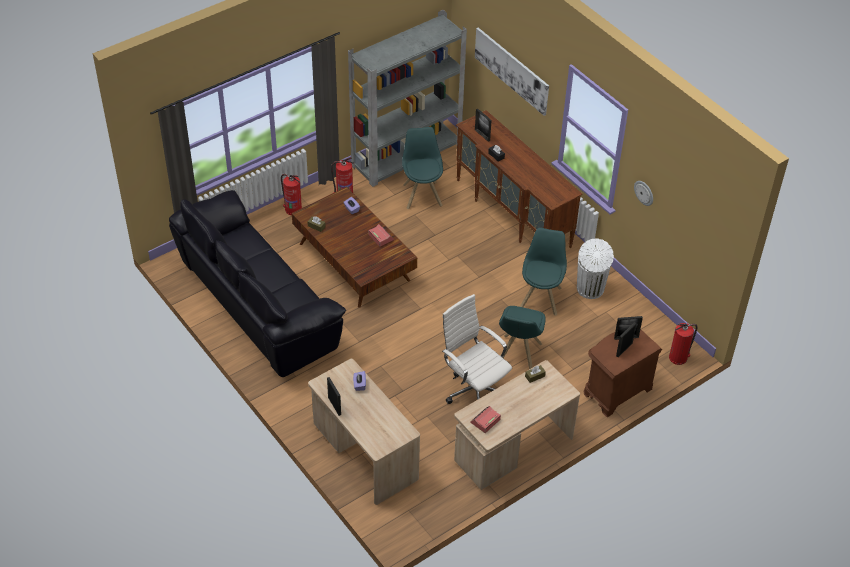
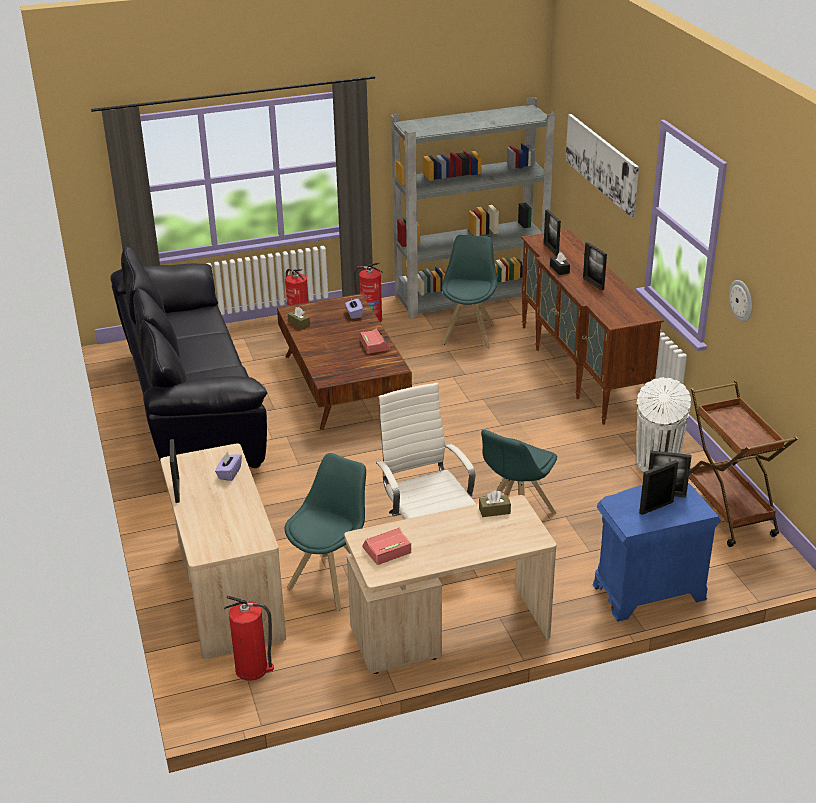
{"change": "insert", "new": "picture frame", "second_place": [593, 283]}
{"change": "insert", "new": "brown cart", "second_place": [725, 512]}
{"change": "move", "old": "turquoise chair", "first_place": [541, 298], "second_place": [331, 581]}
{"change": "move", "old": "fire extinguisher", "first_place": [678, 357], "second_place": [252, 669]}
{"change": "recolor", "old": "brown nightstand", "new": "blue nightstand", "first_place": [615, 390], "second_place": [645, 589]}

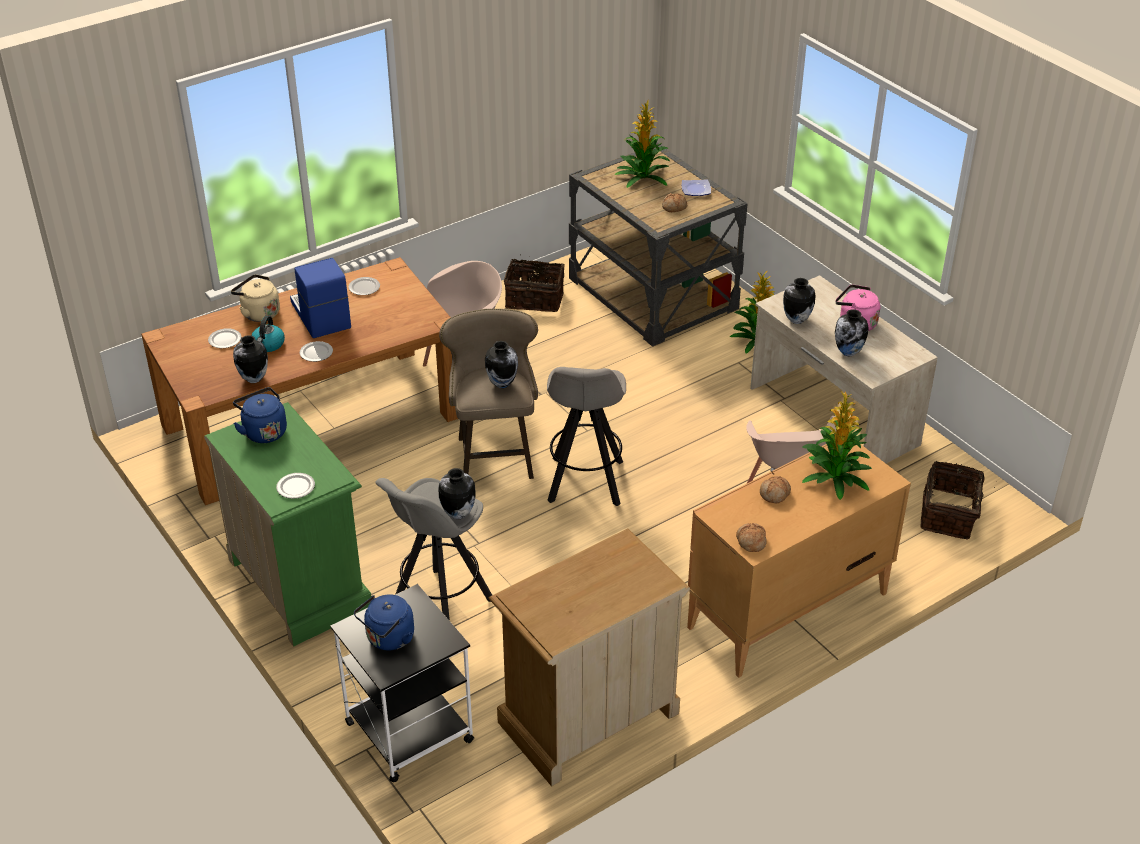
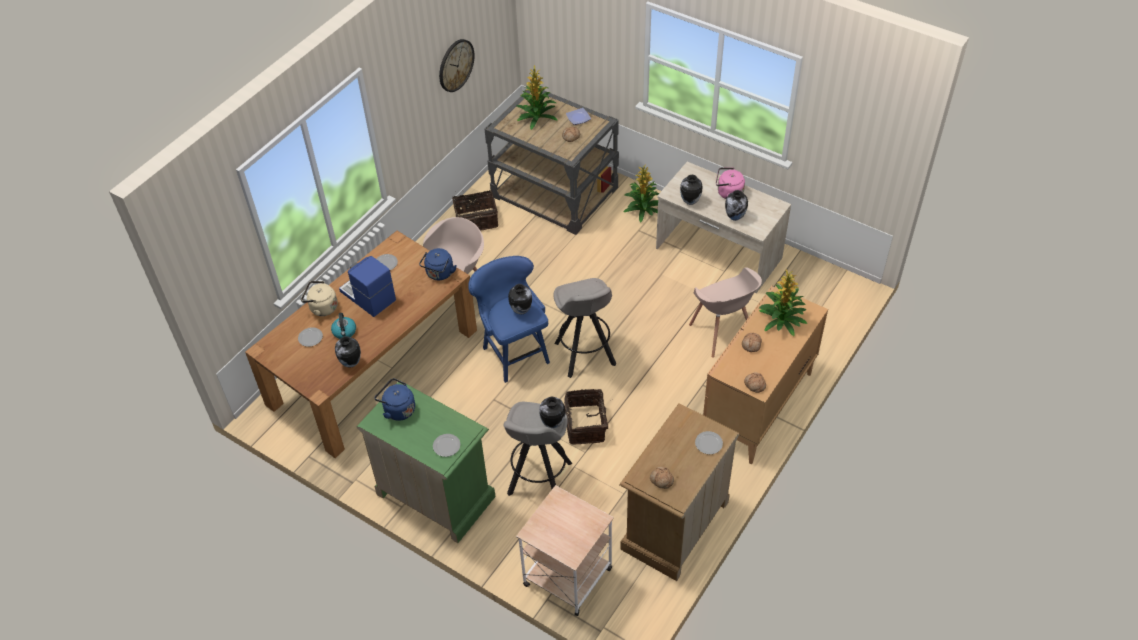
{"change": "insert", "new": "wall clock", "second_place": [455, 65]}
{"change": "insert", "new": "bread", "second_place": [661, 480]}
{"change": "move", "old": "plate", "first_place": [315, 352], "second_place": [708, 443]}
{"change": "move", "old": "blue kettle", "first_place": [388, 639], "second_place": [439, 274]}
{"change": "move", "old": "basket", "first_place": [949, 515], "second_place": [586, 425]}
{"change": "recolor", "old": "black cart", "new": "beige cart", "first_place": [408, 729], "second_place": [566, 575]}
{"change": "recolor", "old": "beige stool", "new": "blue stool", "first_place": [495, 454], "second_place": [514, 353]}

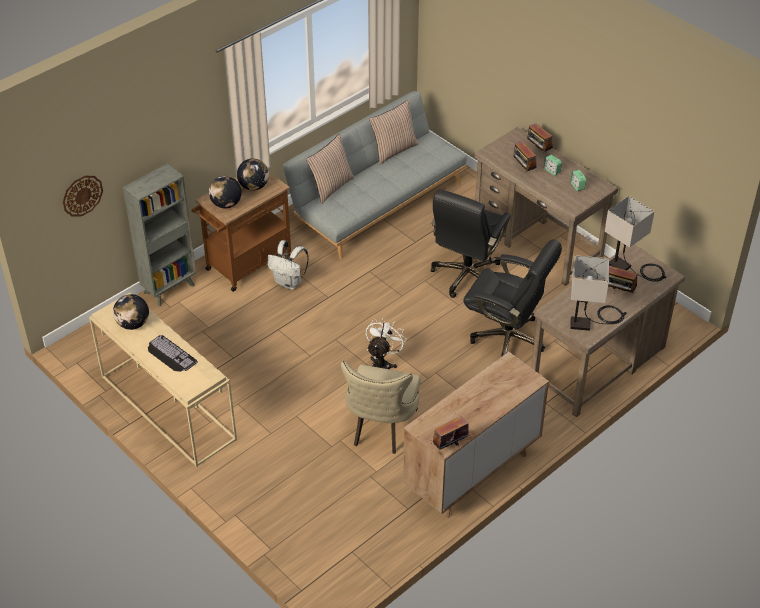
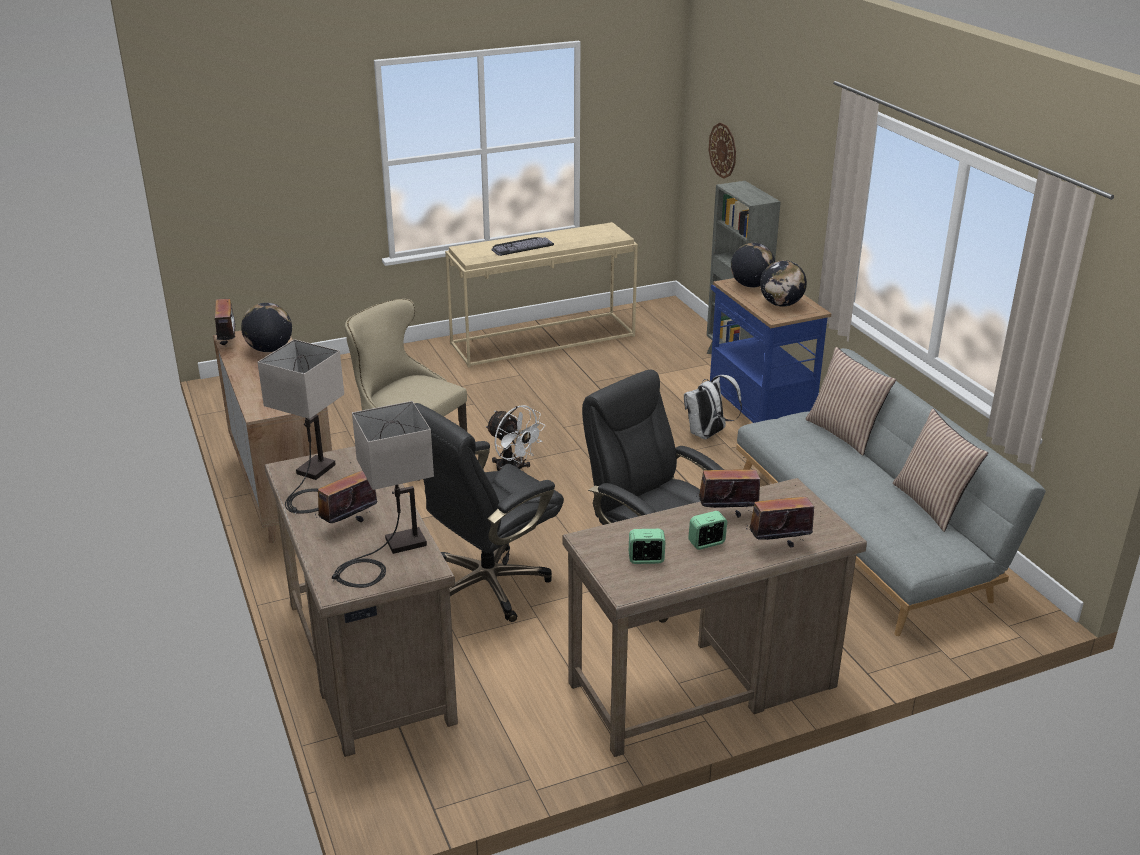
{"change": "move", "old": "globe", "first_place": [133, 324], "second_place": [269, 349]}
{"change": "recolor", "old": "brown cart", "new": "blue cart", "first_place": [246, 265], "second_place": [757, 411]}

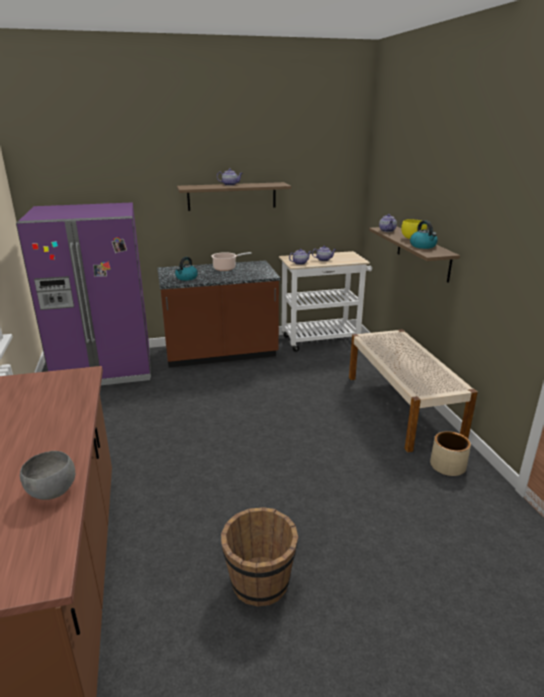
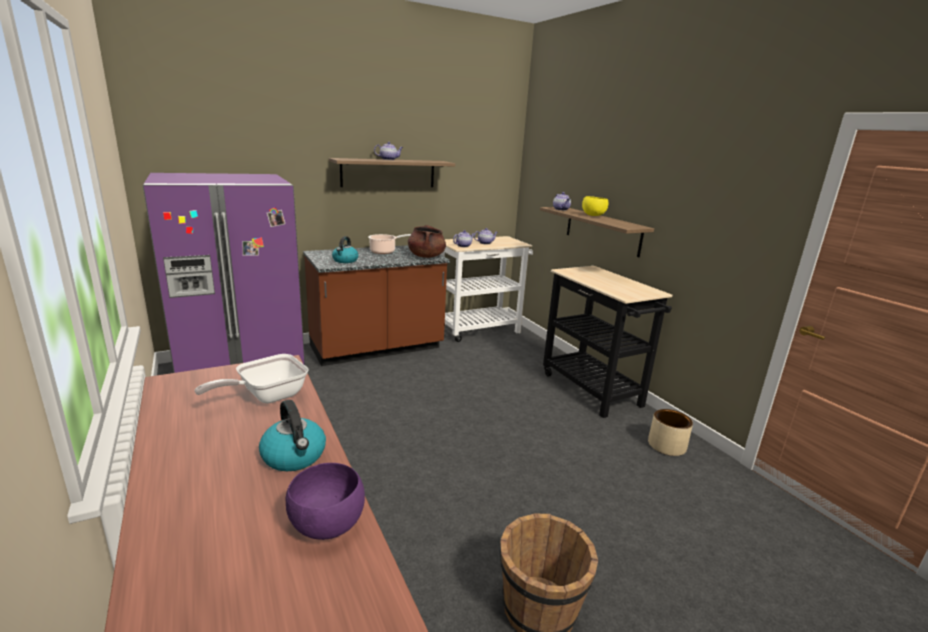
{"change": "insert", "new": "frying pan", "second_place": [266, 397]}
{"change": "insert", "new": "brown cooking pot", "second_place": [426, 256]}
{"change": "move", "old": "kettle", "first_place": [423, 246], "second_place": [294, 456]}
{"change": "replace", "old": "beige bench", "new": "black cart", "first_place": [402, 407], "second_place": [592, 390]}
{"change": "recolor", "old": "grey bowl", "new": "purple bowl", "first_place": [51, 492], "second_place": [326, 527]}

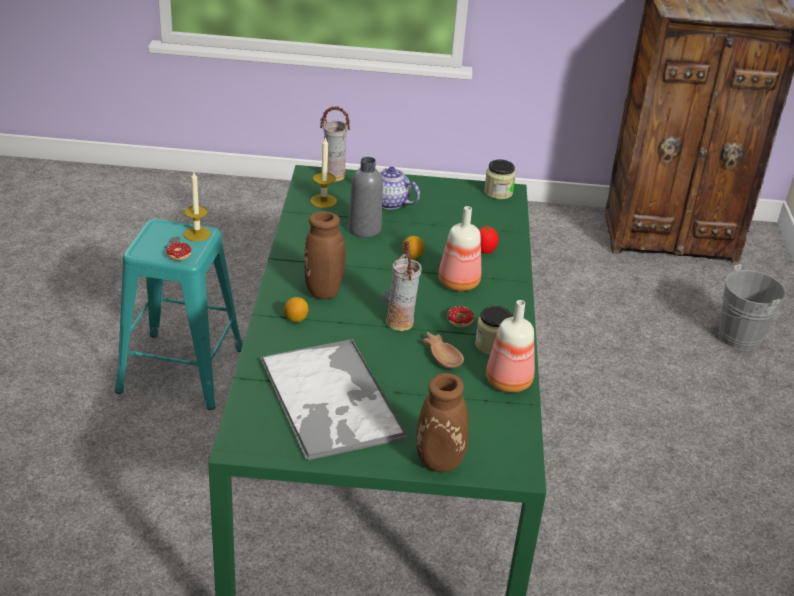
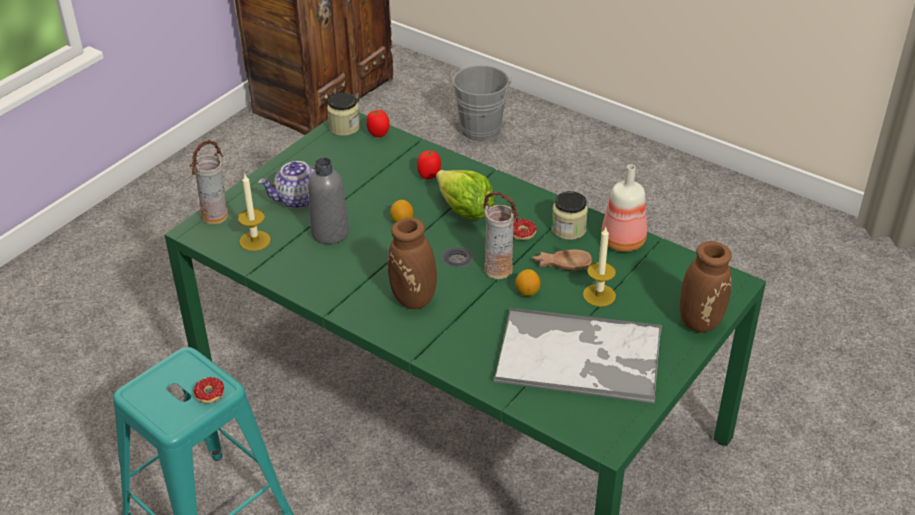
{"change": "insert", "new": "tomato", "second_place": [378, 134]}
{"change": "move", "old": "candle", "first_place": [197, 234], "second_place": [599, 295]}
{"change": "move", "old": "lemon", "first_place": [296, 319], "second_place": [527, 292]}
{"change": "replace", "old": "bottle", "new": "lettuce", "first_place": [457, 283], "second_place": [465, 211]}

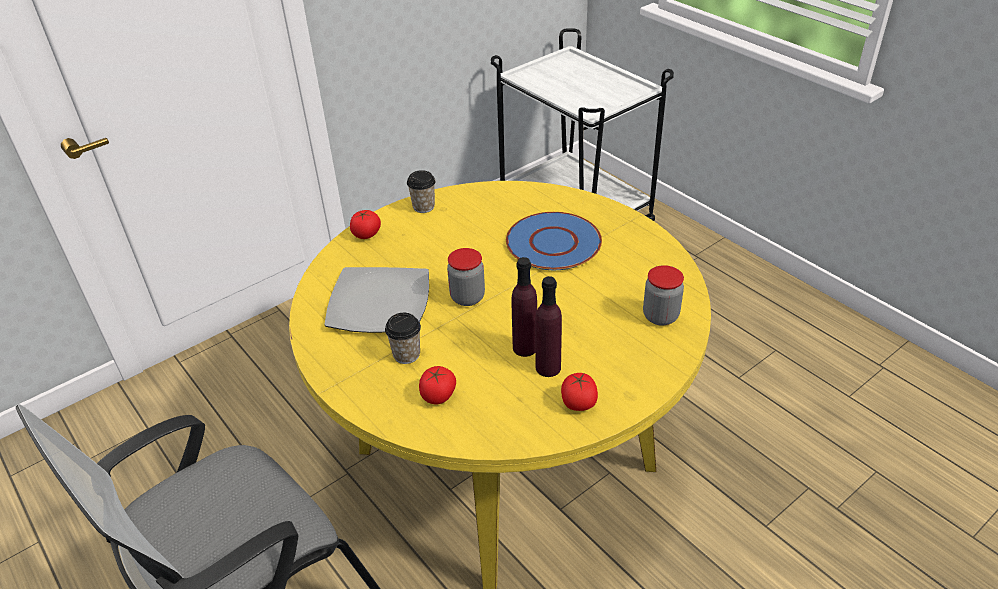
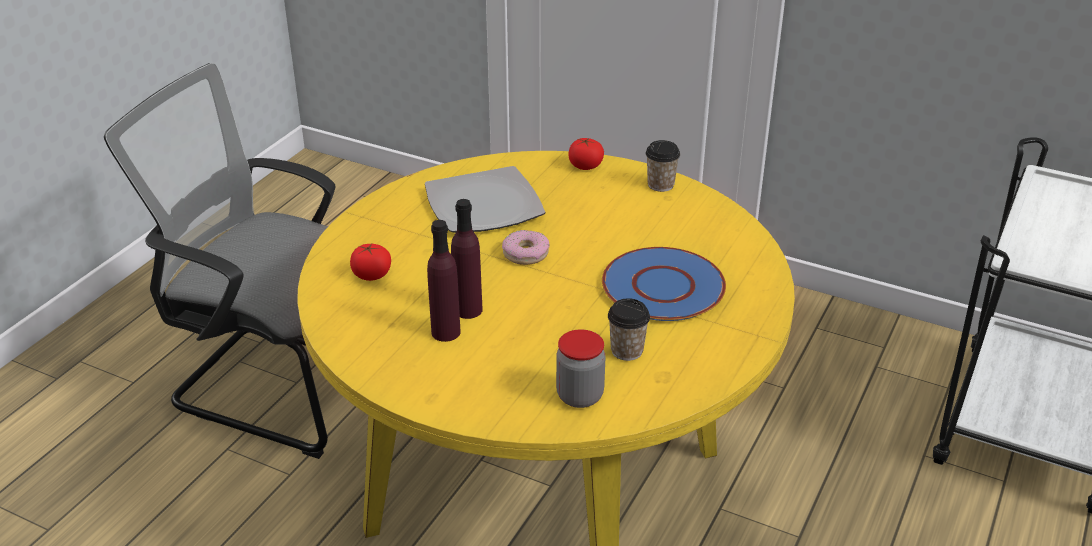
{"change": "delete", "old": "tomato", "first_place": [578, 403]}
{"change": "move", "old": "cup", "first_place": [406, 354], "second_place": [627, 350]}
{"change": "replace", "old": "jar", "new": "donut", "first_place": [467, 297], "second_place": [526, 253]}

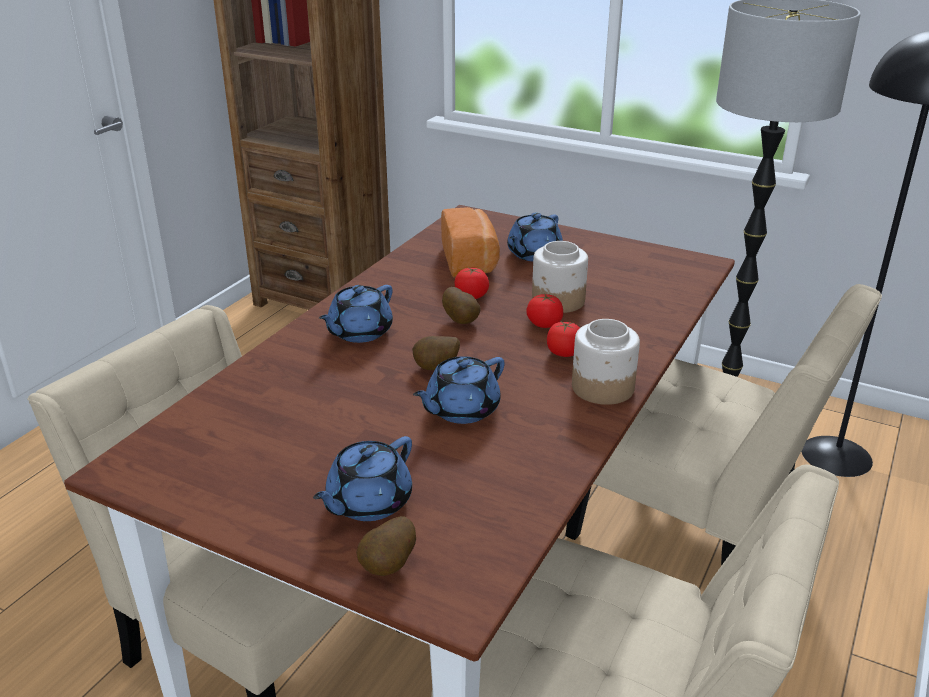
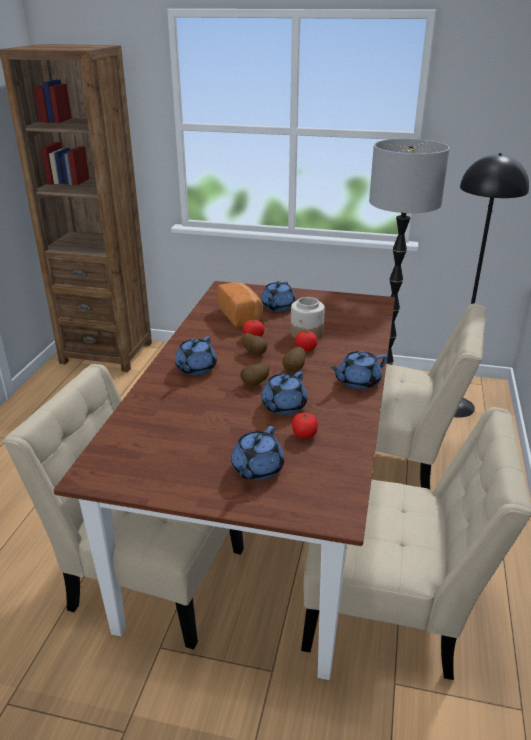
{"change": "move", "old": "potato", "first_place": [389, 566], "second_place": [294, 369]}
{"change": "move", "old": "tomato", "first_place": [563, 353], "second_place": [304, 435]}
{"change": "replace", "old": "jar", "new": "blue teapot", "first_place": [602, 388], "second_place": [358, 382]}

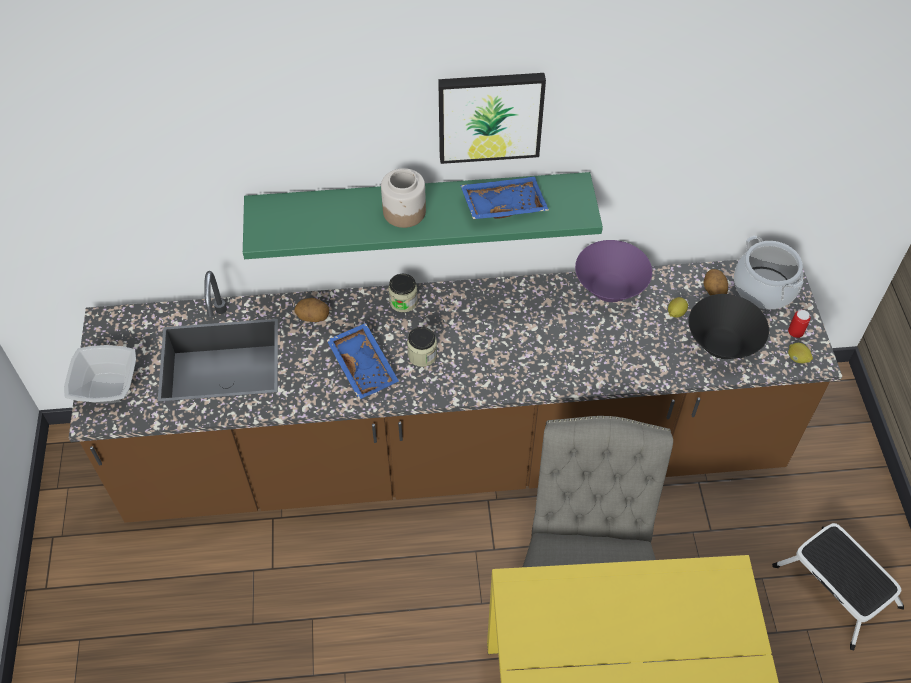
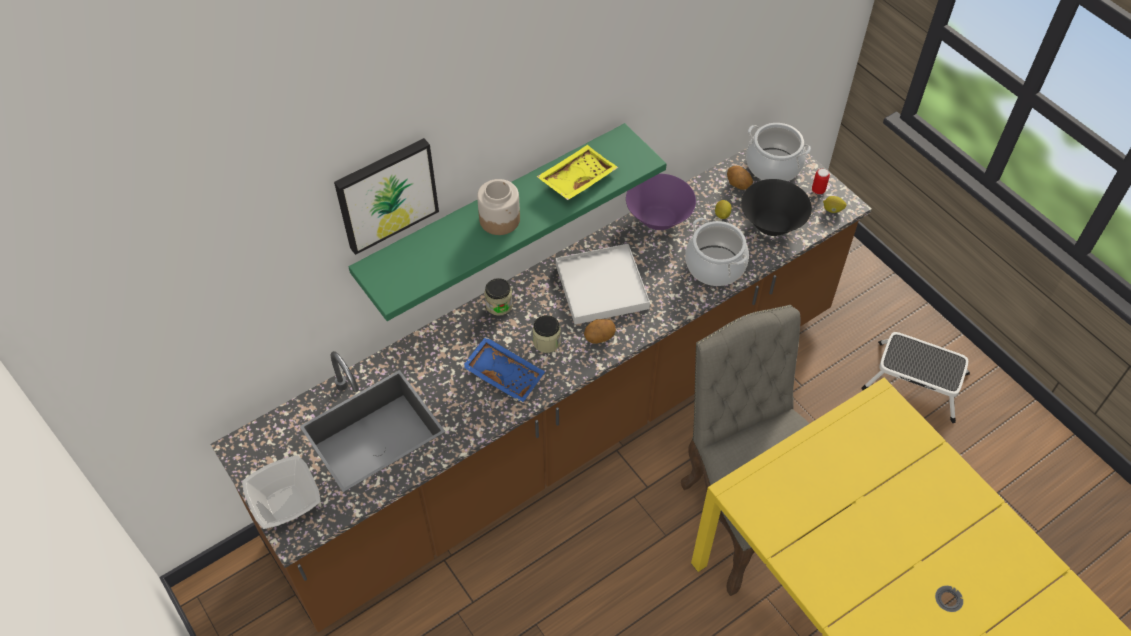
{"change": "insert", "new": "white tray", "second_place": [602, 286]}
{"change": "insert", "new": "cooking pot", "second_place": [715, 265]}
{"change": "move", "old": "potato", "first_place": [313, 317], "second_place": [599, 337]}
{"change": "move", "old": "picture", "first_place": [490, 115], "second_place": [386, 194]}
{"change": "recolor", "old": "blue tray", "new": "yellow tray", "first_place": [503, 204], "second_place": [576, 179]}

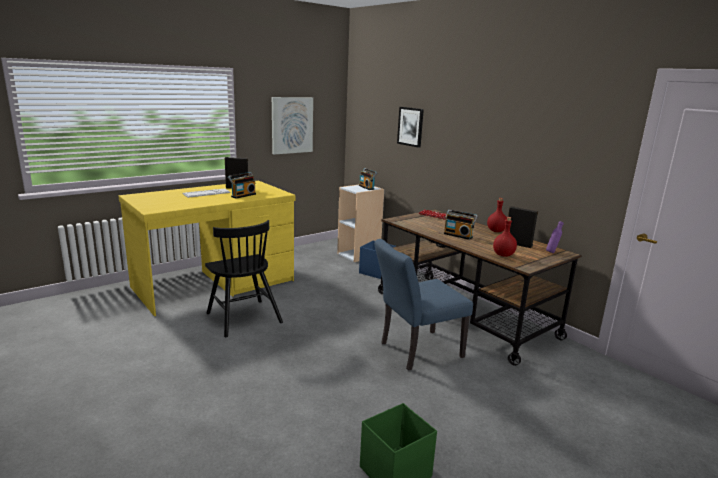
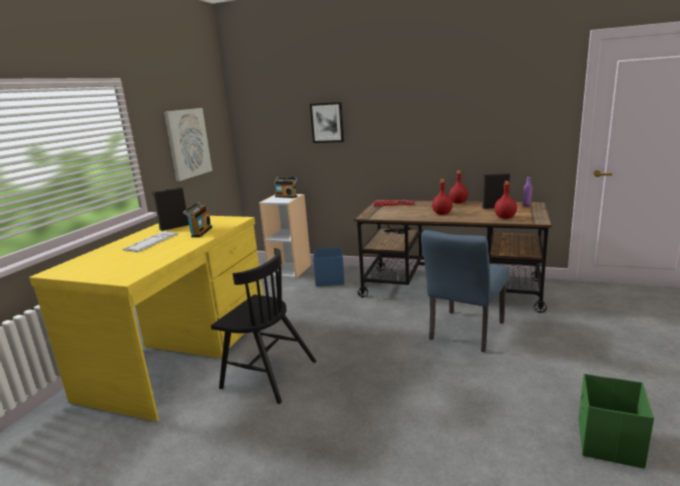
{"change": "replace", "old": "radio", "new": "red bottle", "first_place": [458, 235], "second_place": [442, 213]}

